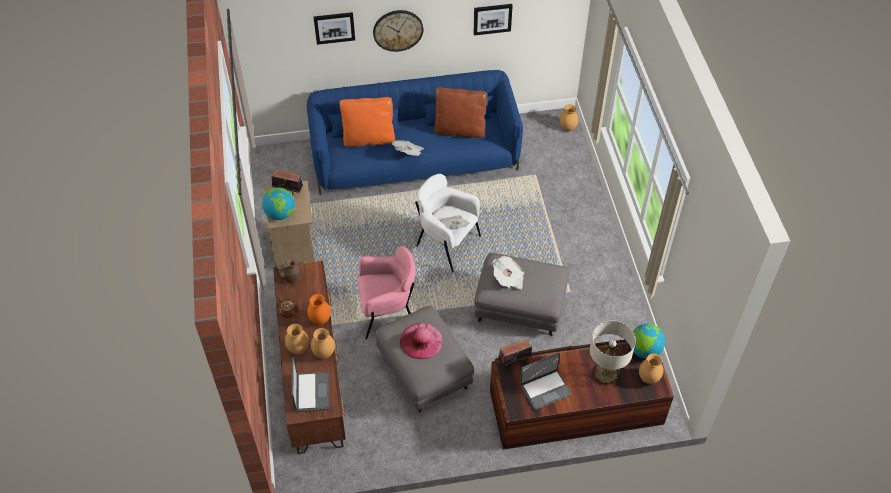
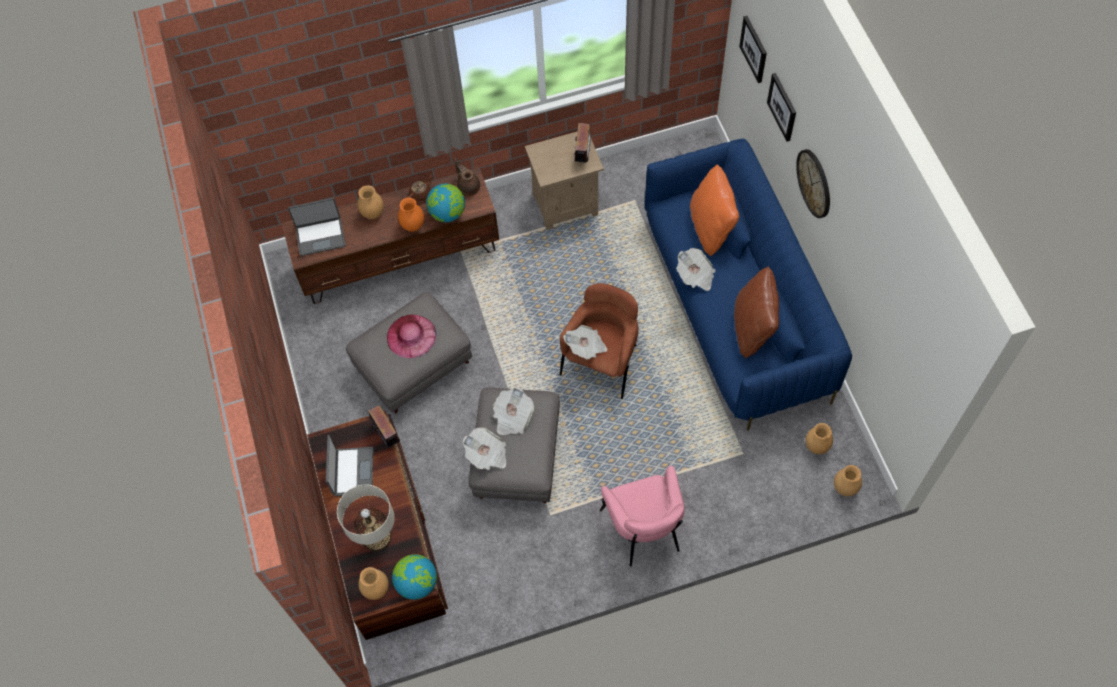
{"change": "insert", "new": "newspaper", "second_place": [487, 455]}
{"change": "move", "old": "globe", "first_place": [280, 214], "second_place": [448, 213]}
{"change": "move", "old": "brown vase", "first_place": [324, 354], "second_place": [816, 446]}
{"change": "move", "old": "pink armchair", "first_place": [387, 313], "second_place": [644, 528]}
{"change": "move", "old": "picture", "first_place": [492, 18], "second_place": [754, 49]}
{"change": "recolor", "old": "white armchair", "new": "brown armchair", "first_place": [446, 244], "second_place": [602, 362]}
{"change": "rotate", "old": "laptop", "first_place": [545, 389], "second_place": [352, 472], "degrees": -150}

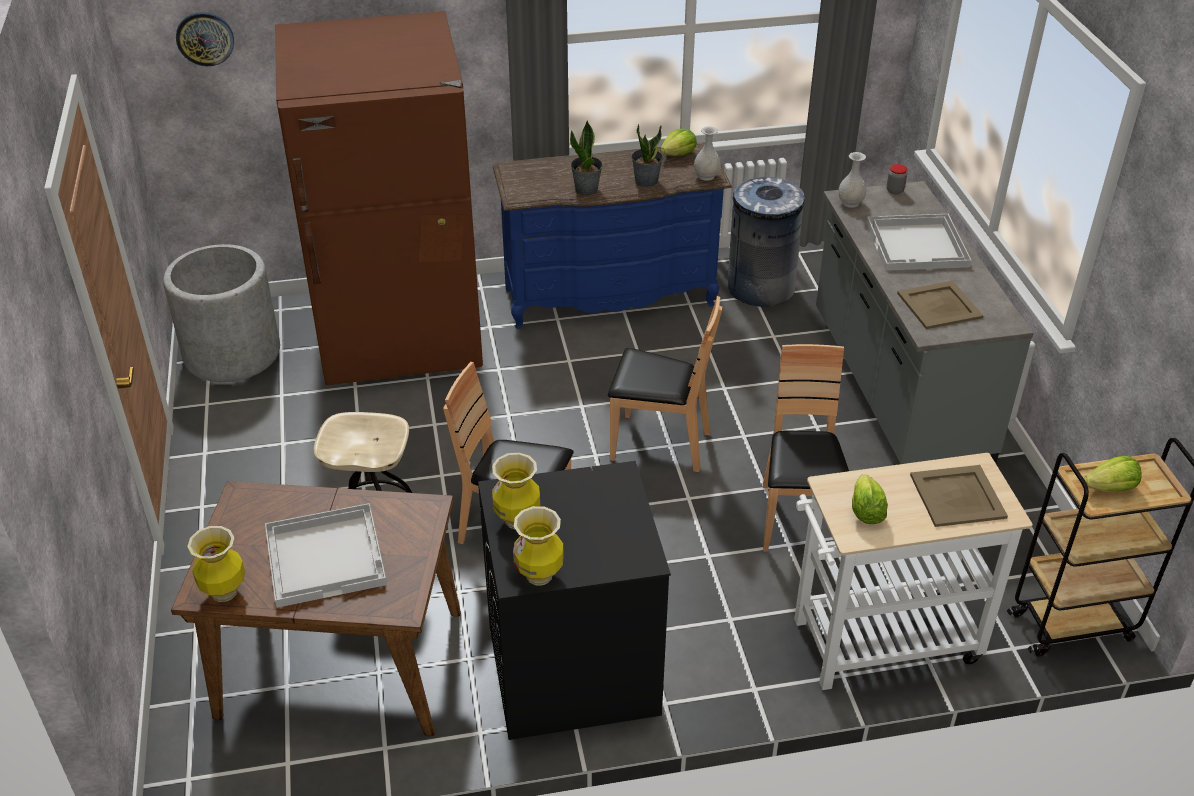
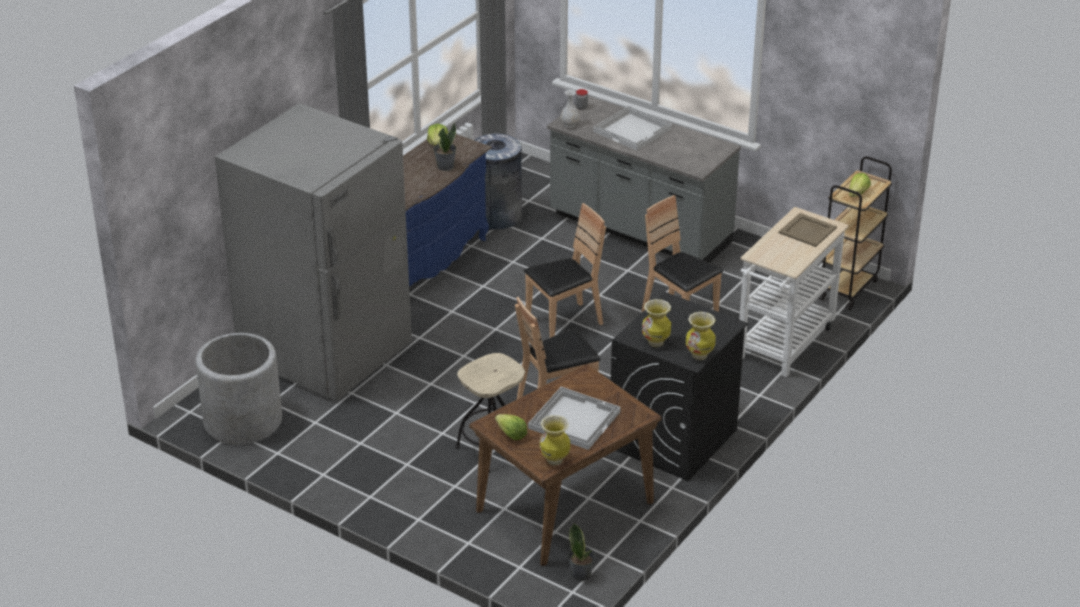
{"change": "delete", "old": "wall clock", "first_place": [205, 38]}
{"change": "delete", "old": "white vase", "first_place": [707, 176]}
{"change": "delete", "old": "beige tray", "first_place": [938, 305]}
{"change": "move", "old": "potted plant", "first_place": [587, 189], "second_place": [581, 574]}
{"change": "move", "old": "lettuce", "first_place": [866, 511], "second_place": [511, 434]}
{"change": "recolor", "old": "brown fridge", "new": "grey fridge", "first_place": [400, 330], "second_place": [326, 351]}

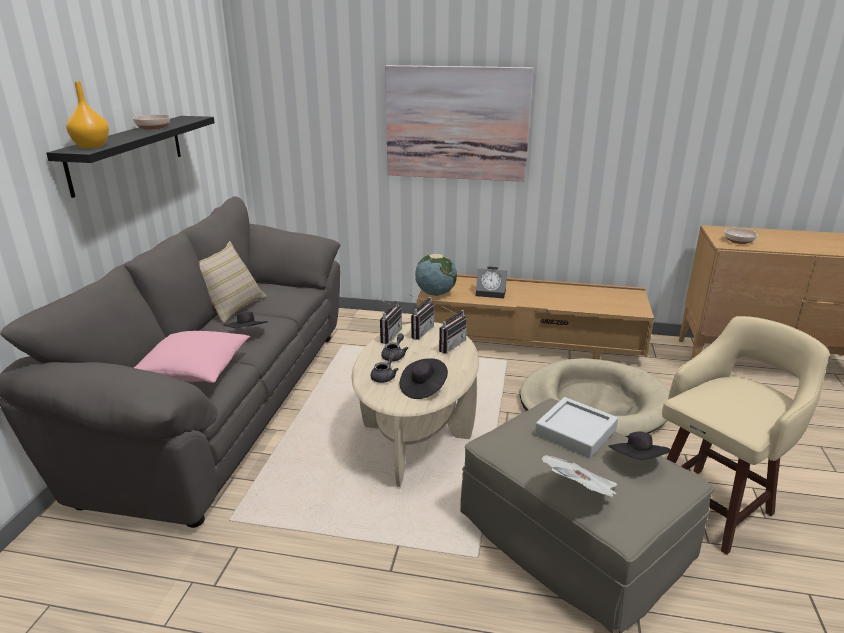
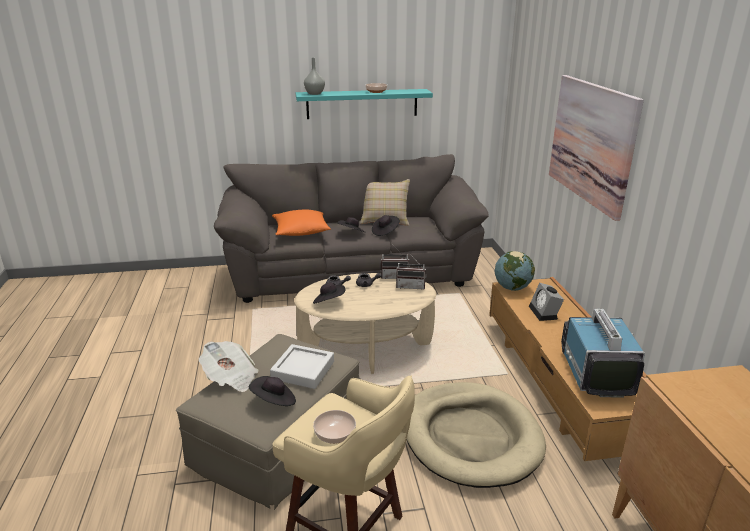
{"change": "delete", "old": "radio", "first_place": [449, 345]}
{"change": "insert", "new": "black hat", "second_place": [385, 232]}
{"change": "insert", "new": "television", "second_place": [595, 372]}
{"change": "move", "old": "bowl", "first_place": [738, 241], "second_place": [335, 433]}
{"change": "recolor", "old": "black shelf", "new": "turquoise shelf", "first_place": [128, 153], "second_place": [362, 104]}
{"change": "recolor", "old": "orange vase", "new": "grey vase", "first_place": [91, 146], "second_place": [315, 93]}
{"change": "recolor", "old": "pink pillow", "new": "orange pillow", "first_place": [194, 370], "second_place": [301, 232]}

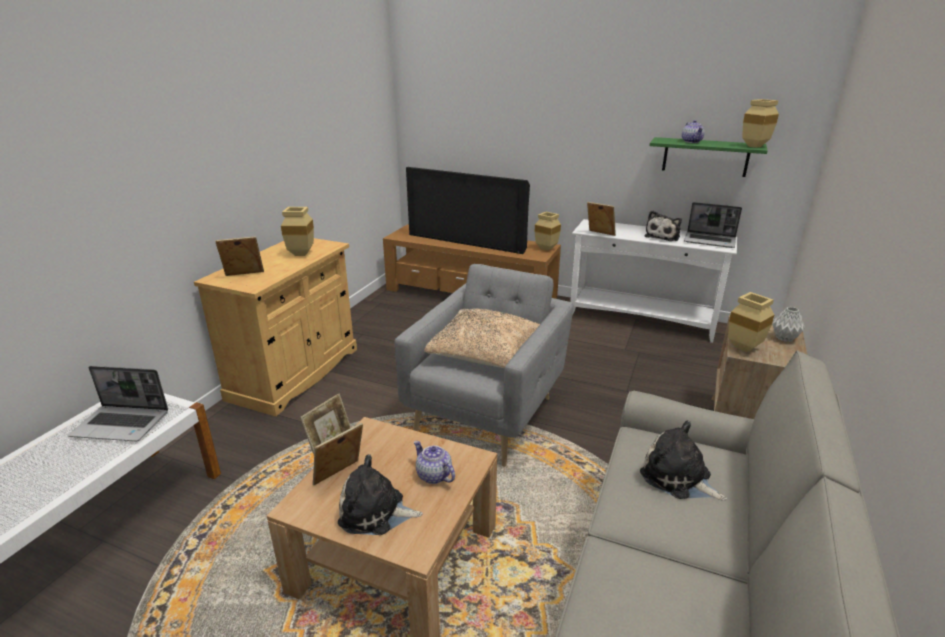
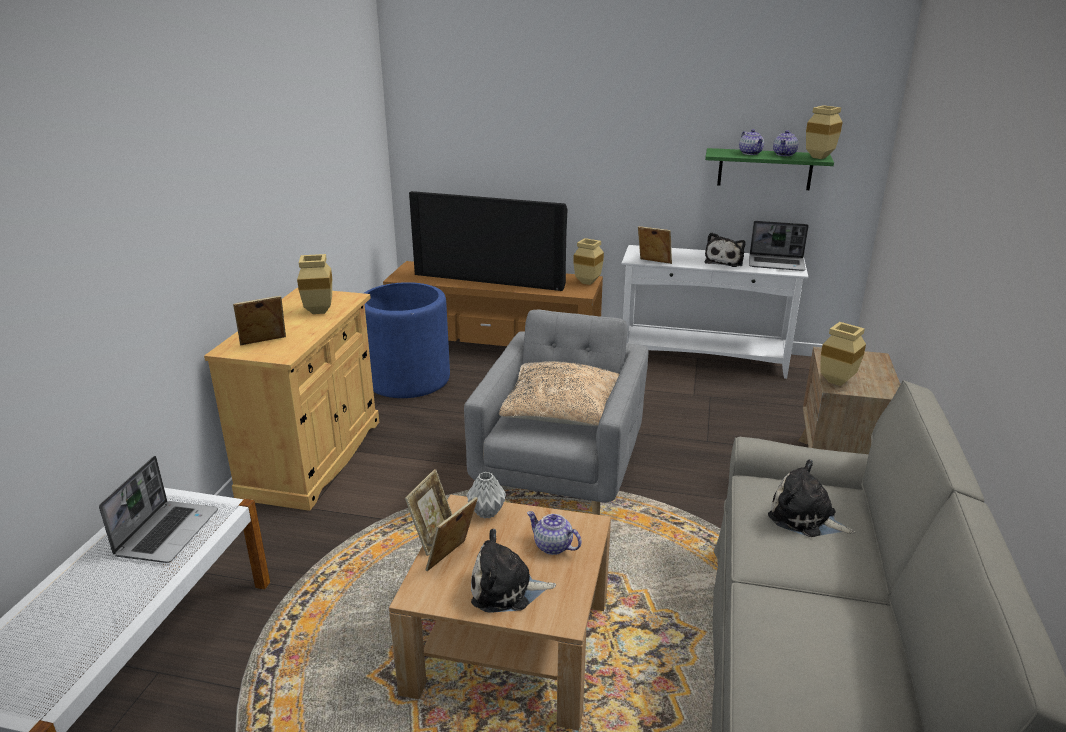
{"change": "insert", "new": "blue planter", "second_place": [408, 379]}
{"change": "insert", "new": "teapot", "second_place": [784, 154]}
{"change": "move", "old": "grey vase", "first_place": [783, 338], "second_place": [486, 512]}
{"change": "rotate", "old": "laptop", "first_place": [122, 424], "second_place": [167, 532], "degrees": -75}

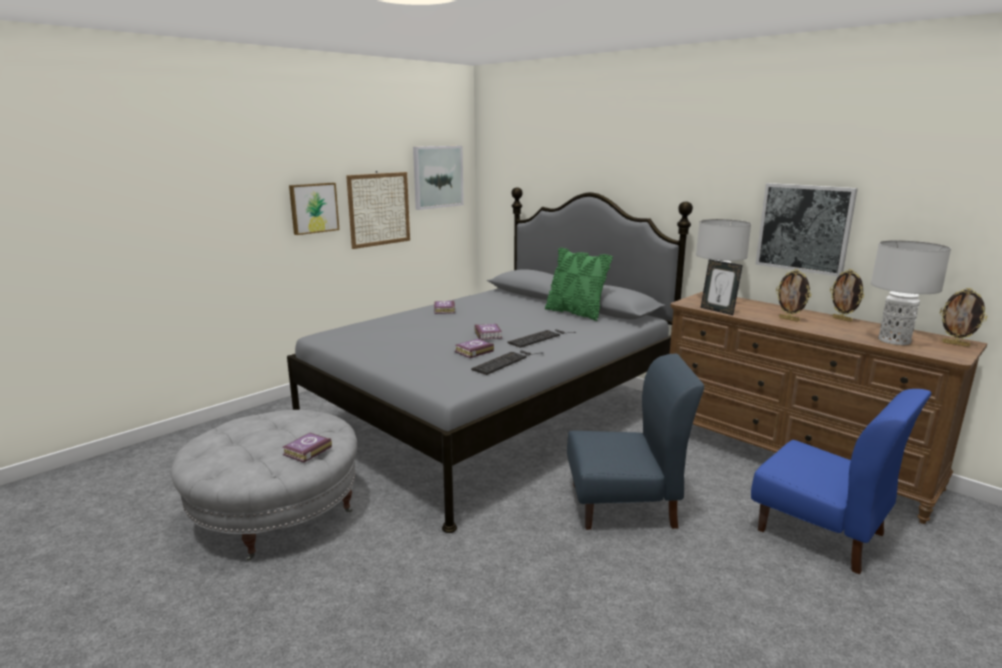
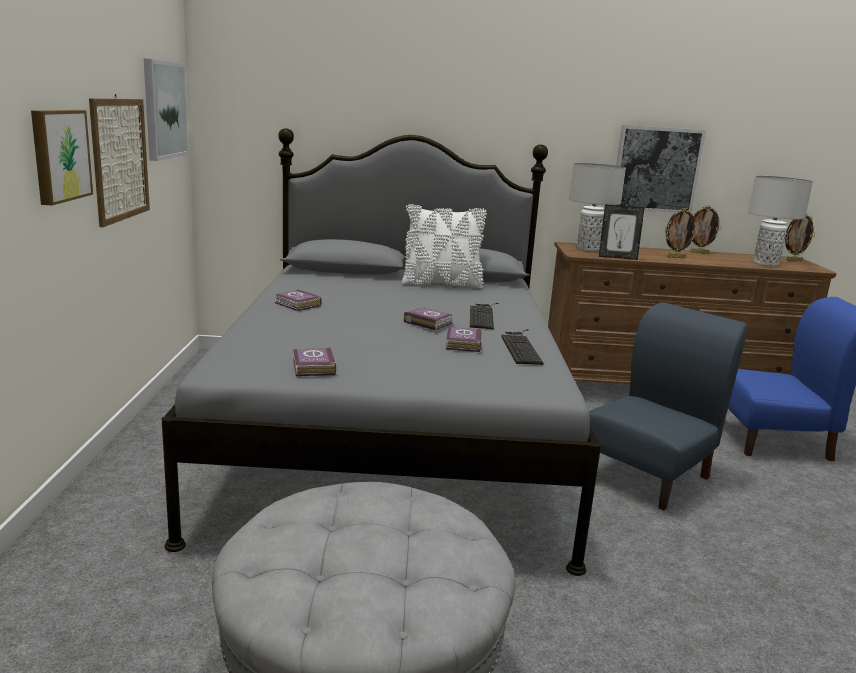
{"change": "move", "old": "book", "first_place": [306, 451], "second_place": [313, 367]}
{"change": "recolor", "old": "green pillow", "new": "white pillow", "first_place": [575, 313], "second_place": [442, 284]}

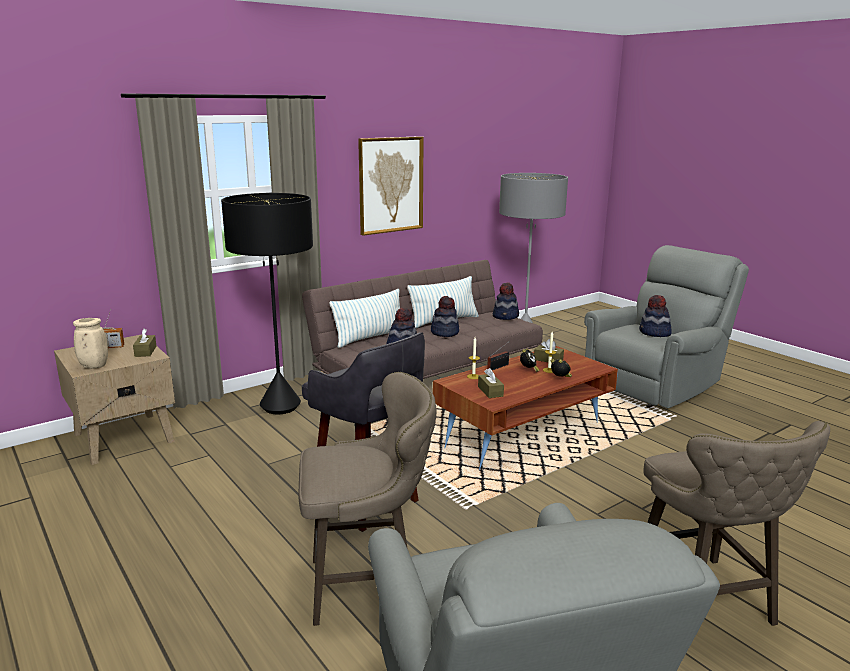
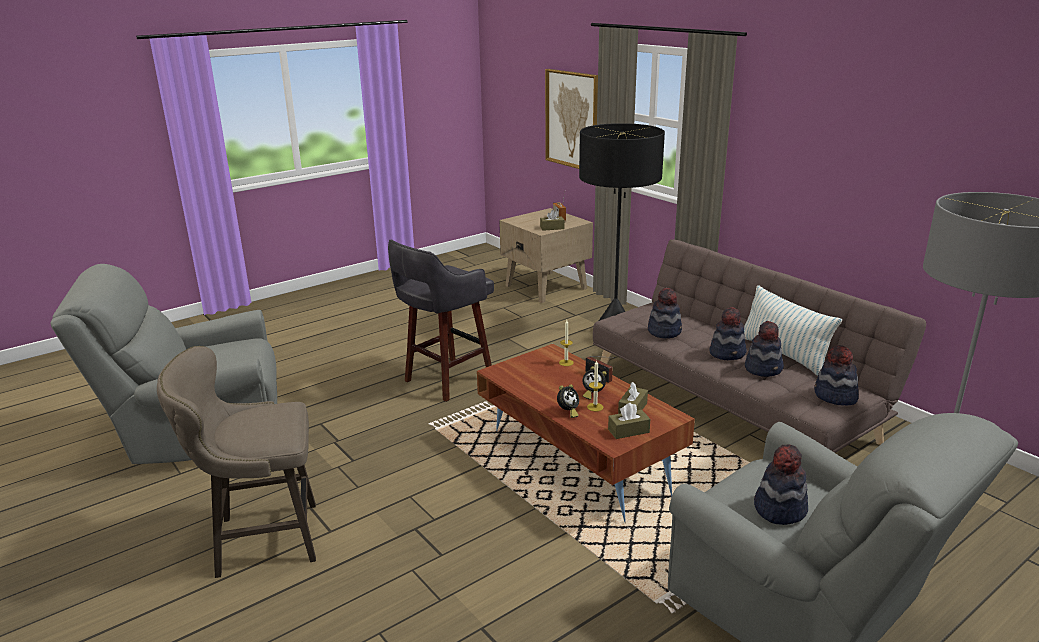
{"change": "delete", "old": "beige vase", "first_place": [93, 366]}
{"change": "delete", "old": "beige stool", "first_place": [369, 585]}
{"change": "delete", "old": "pillow", "first_place": [370, 338]}
{"change": "insert", "new": "hat", "second_place": [763, 368]}
{"change": "move", "old": "picture", "first_place": [390, 185], "second_place": [572, 119]}
{"change": "move", "old": "brown tissue box", "first_place": [490, 391], "second_place": [628, 431]}

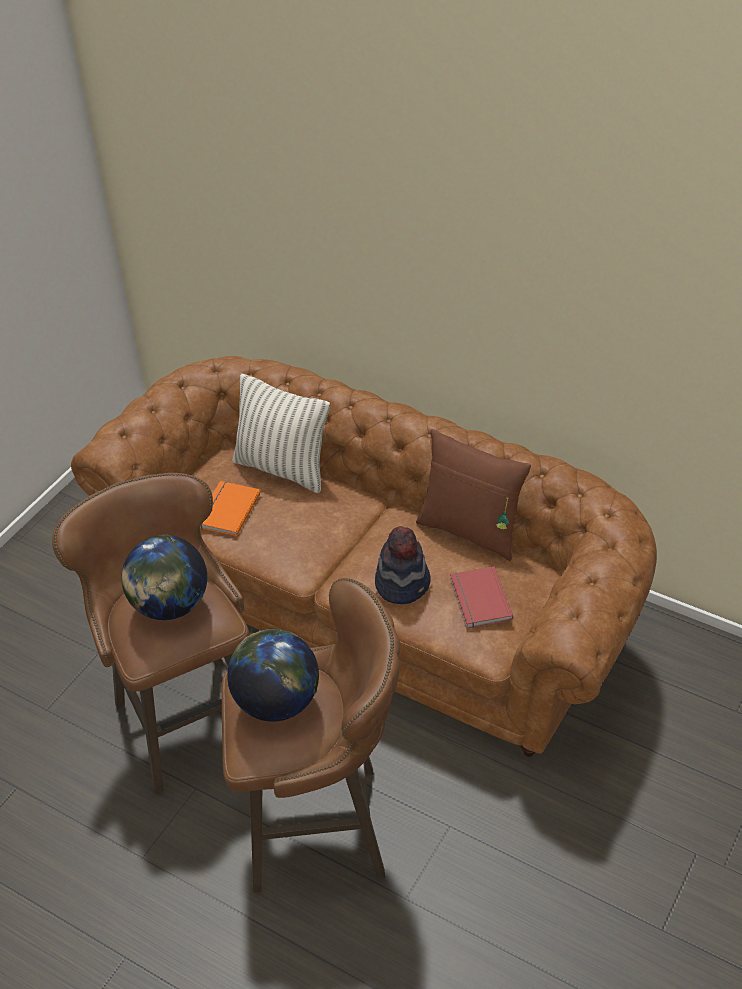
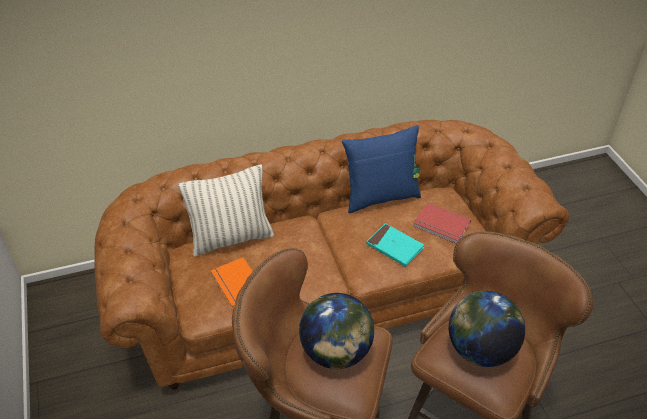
{"change": "replace", "old": "hat", "new": "turquoise book", "first_place": [403, 583], "second_place": [394, 247]}
{"change": "recolor", "old": "brown pillow", "new": "blue pillow", "first_place": [469, 531], "second_place": [380, 198]}

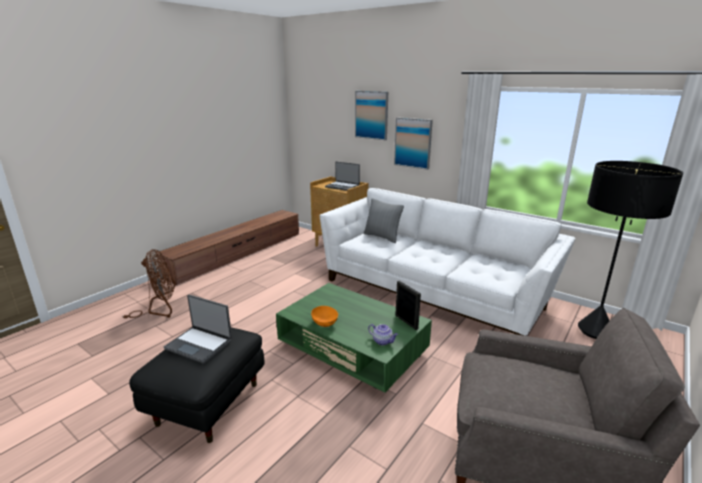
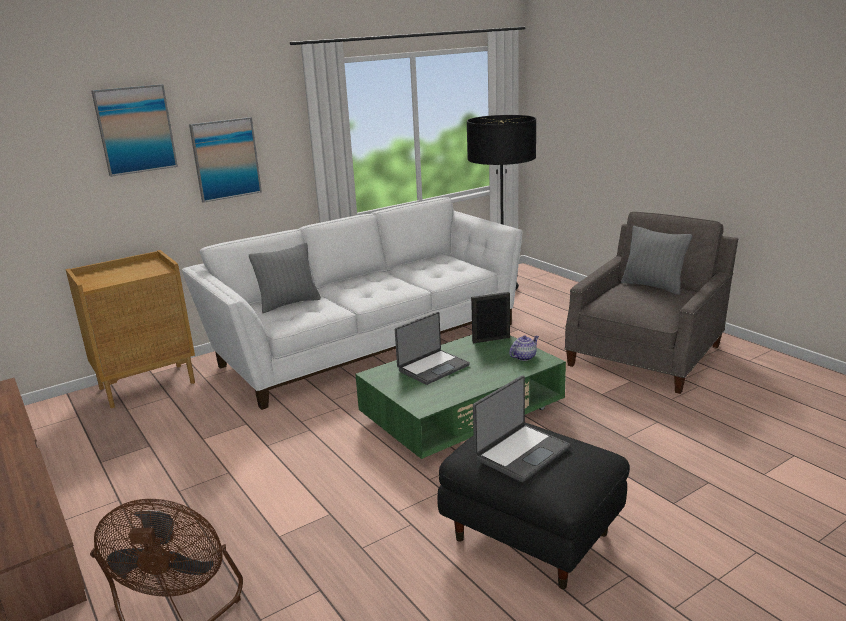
{"change": "delete", "old": "orange bowl", "first_place": [325, 323]}
{"change": "insert", "new": "grey pillow", "second_place": [653, 286]}
{"change": "move", "old": "laptop", "first_place": [342, 186], "second_place": [432, 367]}

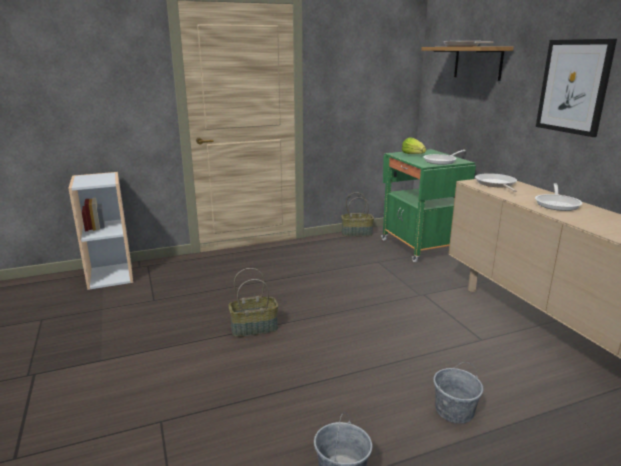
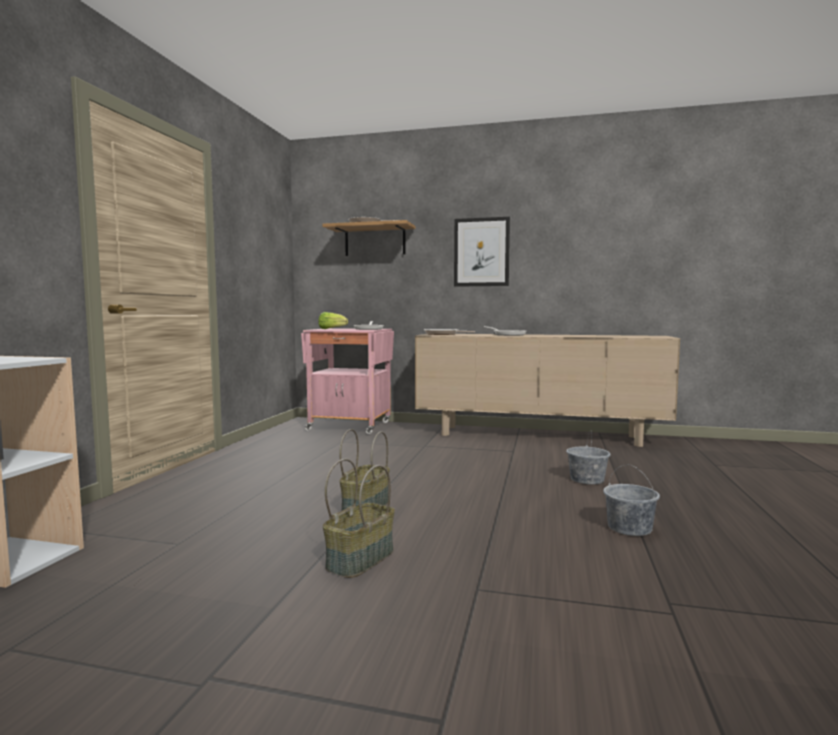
{"change": "move", "old": "basket", "first_place": [357, 233], "second_place": [360, 559]}
{"change": "recolor", "old": "green cart", "new": "pink cart", "first_place": [420, 248], "second_place": [351, 426]}

